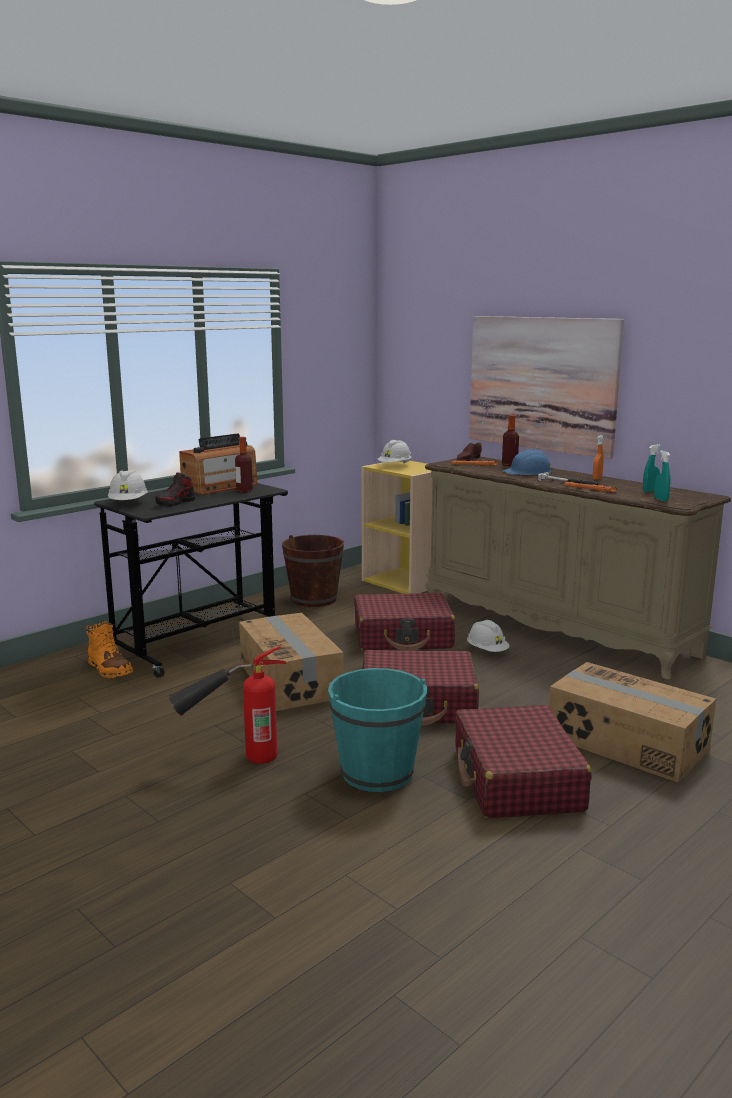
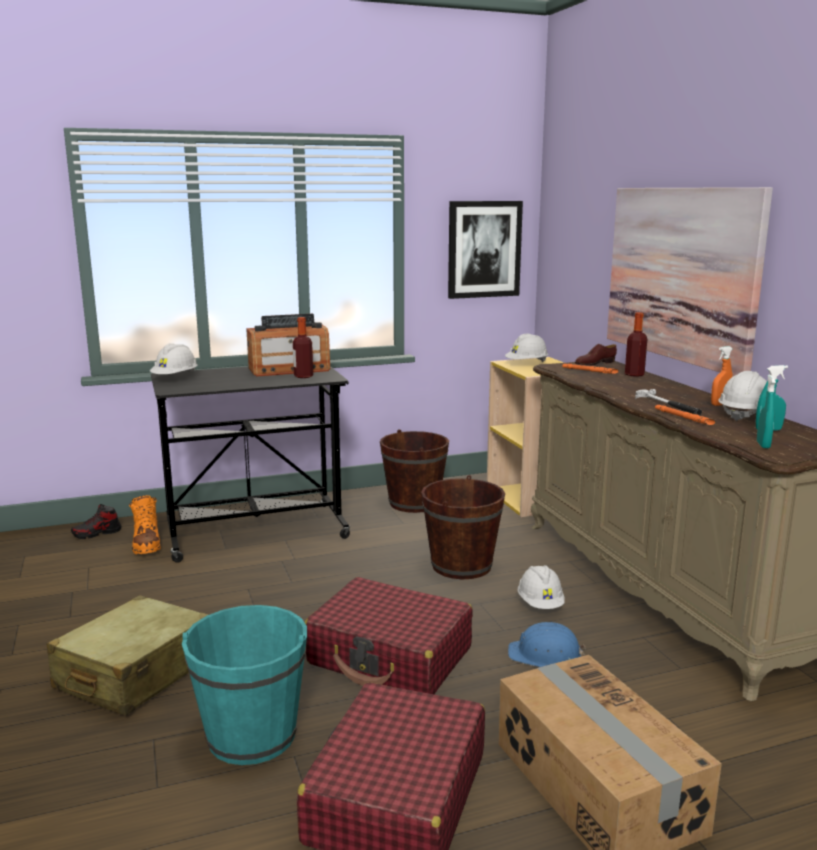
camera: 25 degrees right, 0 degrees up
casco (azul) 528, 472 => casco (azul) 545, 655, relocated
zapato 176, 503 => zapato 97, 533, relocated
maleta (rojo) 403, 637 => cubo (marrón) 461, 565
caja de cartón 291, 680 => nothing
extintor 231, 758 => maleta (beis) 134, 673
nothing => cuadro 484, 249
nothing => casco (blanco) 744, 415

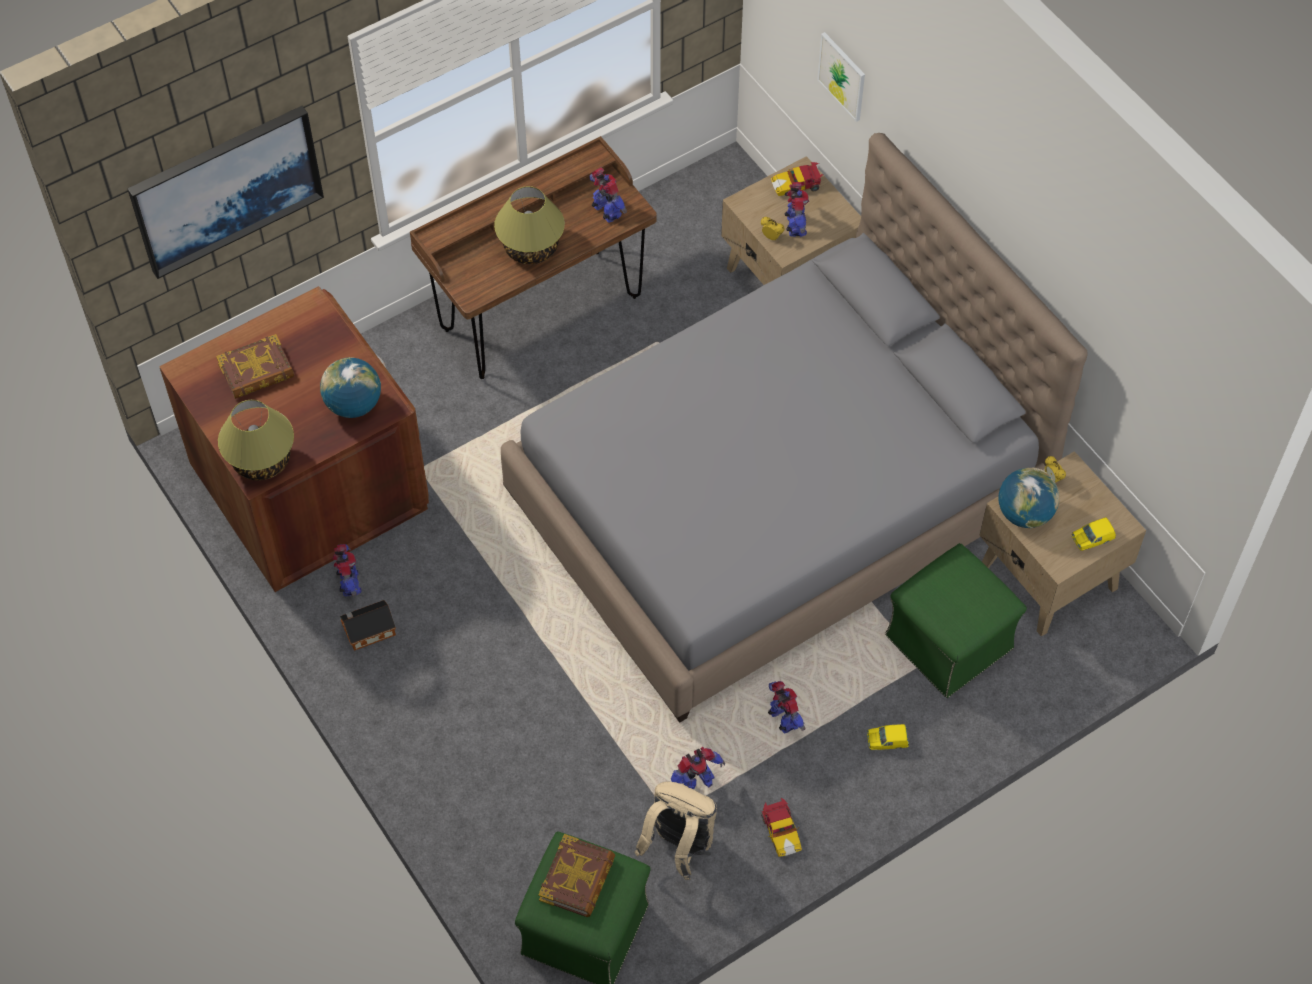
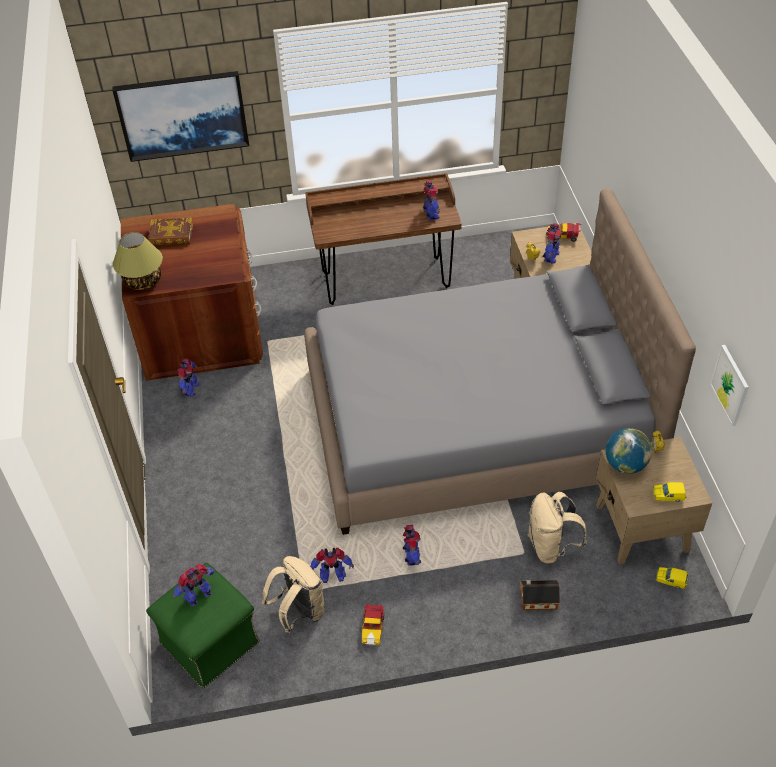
camera: 25 degrees right, 10 degrees down
cuadro 842, 76 => cuadro 730, 385, relocated
lámpara de mesa 531, 248 => nothing
globo terráqueo 354, 405 => nothing
puf (verde) 950, 643 => mochila (beis) 551, 547
casita 367, 631 => casita 537, 599, relocated
coche de juguete (amarillo) 887, 741 => coche de juguete (amarillo) 670, 580, relocated
libro 577, 879 => robot de juguete 199, 596

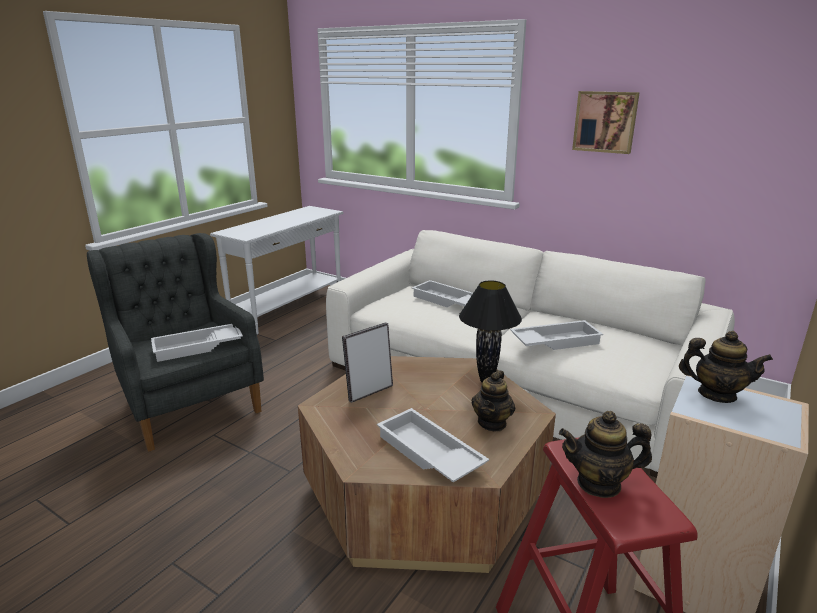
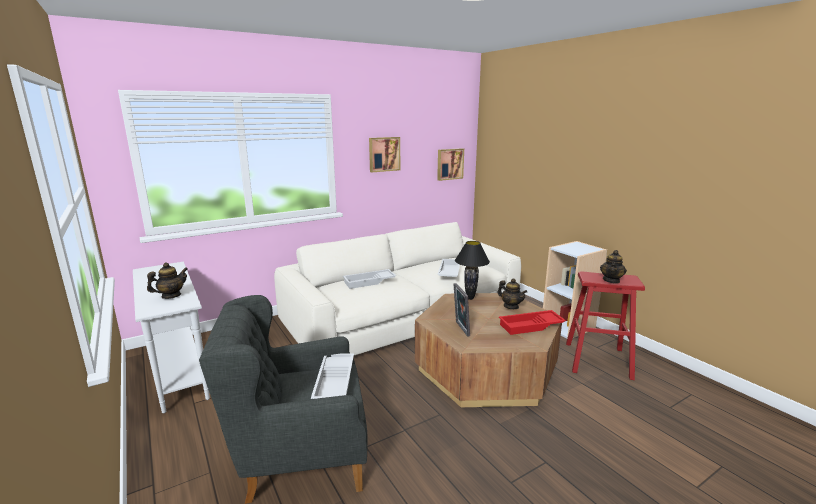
camera: 65 degrees left, 5 degrees down
tetera 716, 394 => tetera 171, 296, relocated
bandeja (blanco) 428, 454 => bandeja (rojo) 531, 326
nothing => cuadro 449, 164

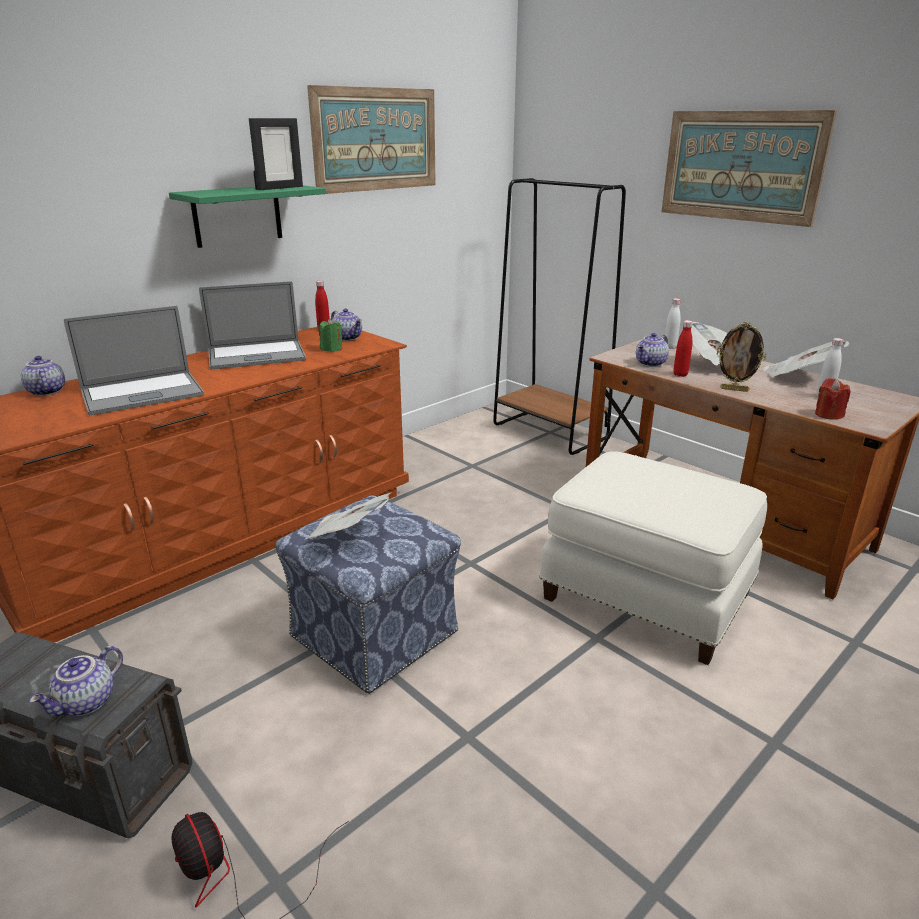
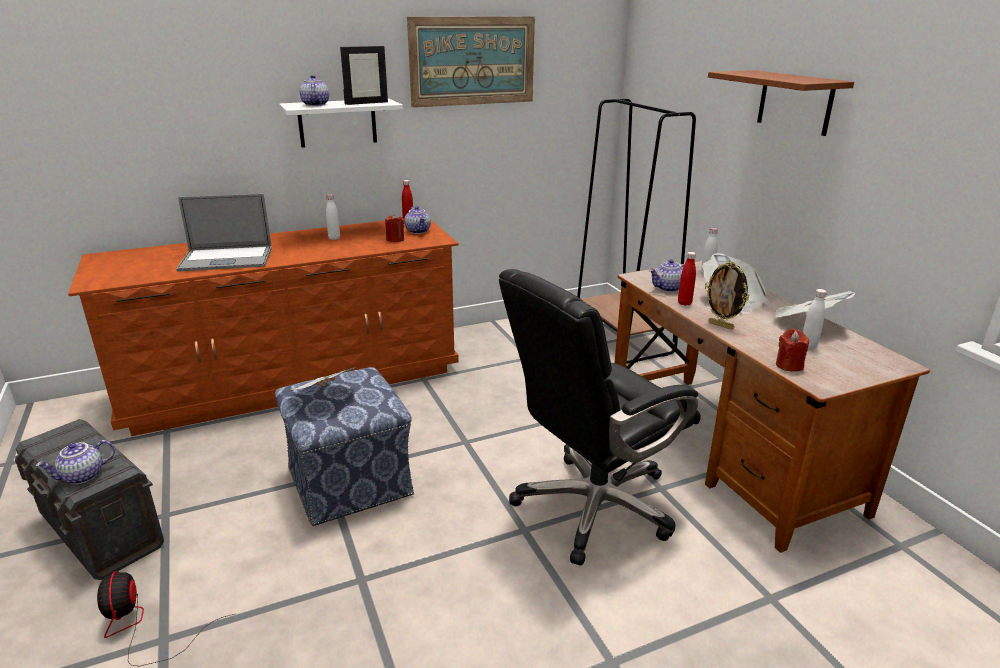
camera: 20 degrees right, 0 degrees up
cuadro 740, 166 => estante (marrón) 795, 102
estante (verde) 237, 215 => estante (blanco) 337, 123
portátil 256, 355 => botella (blanco) 334, 238
vela (verde) 331, 349 => vela (rojo) 395, 239
tetera 45, 392 => tetera 314, 105, relocated
puf (blanco) 644, 598 => silla de oficina (negro) 593, 506

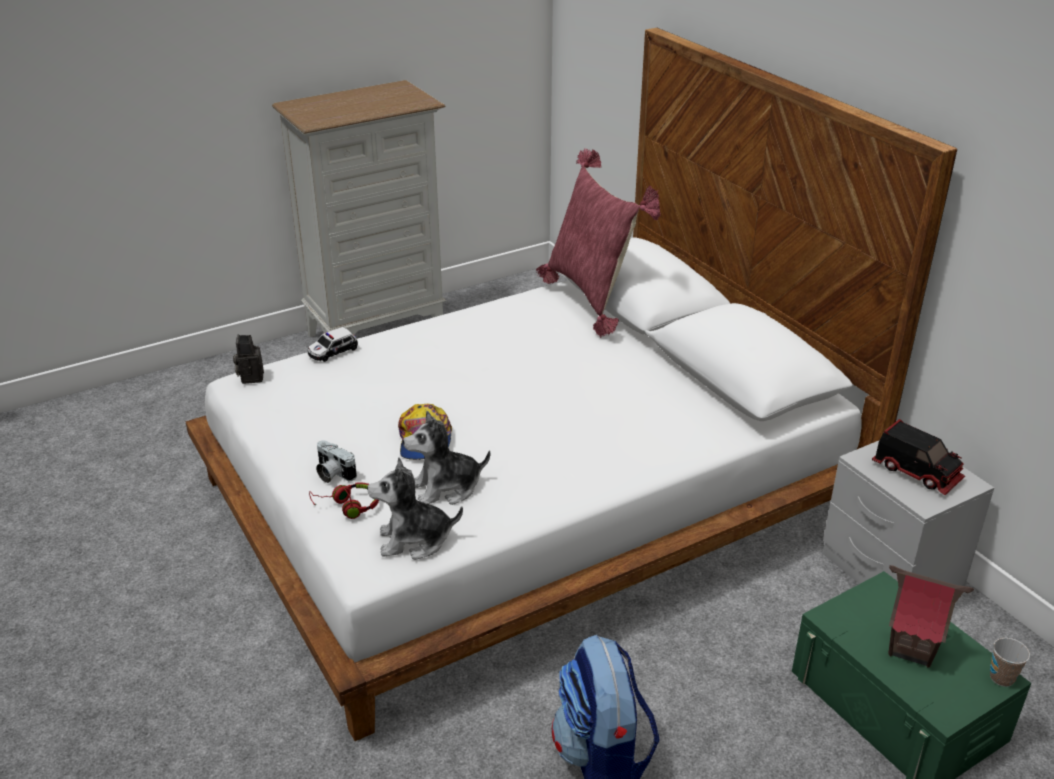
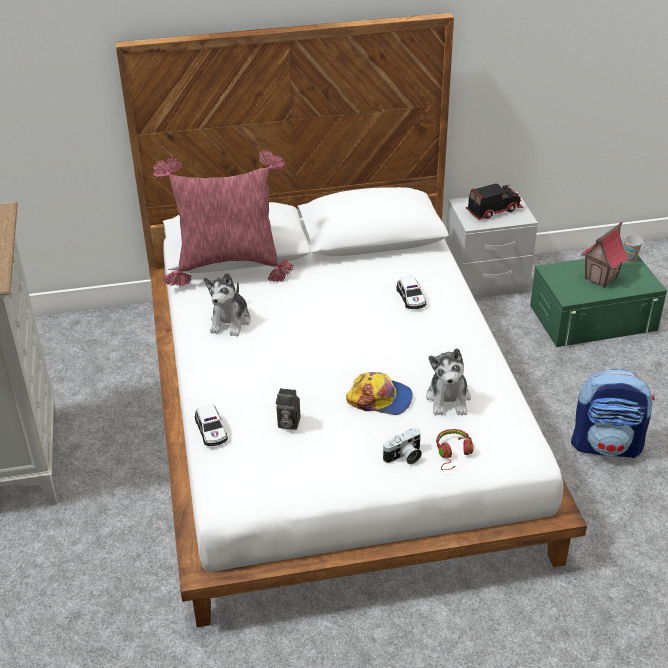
camera: 70 degrees left, 5 degrees up
cámara 250, 376 => cámara 287, 423, relocated
peluche 414, 540 => peluche 230, 321, relocated
nothing => coche de juguete 411, 298

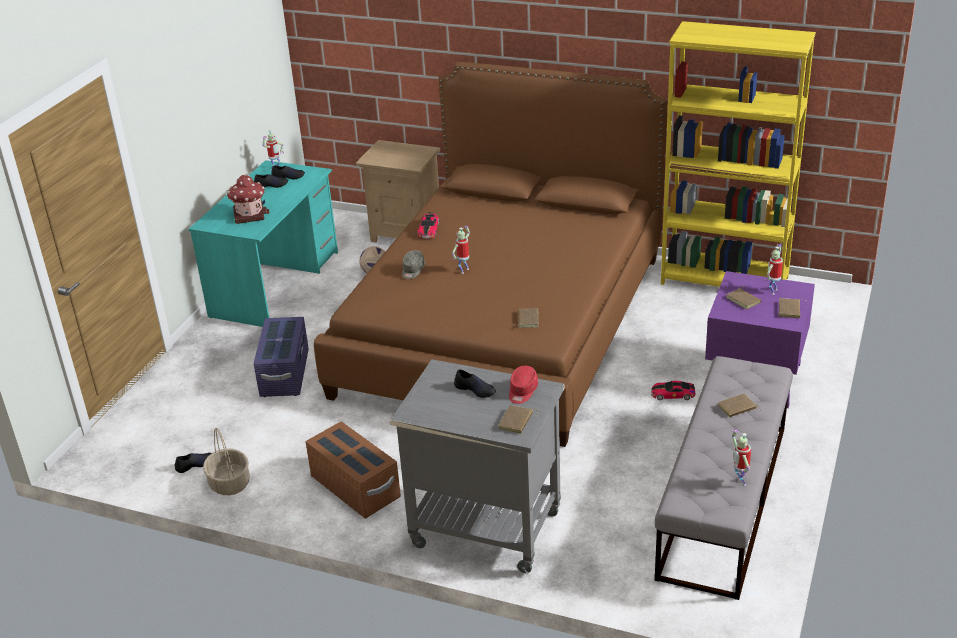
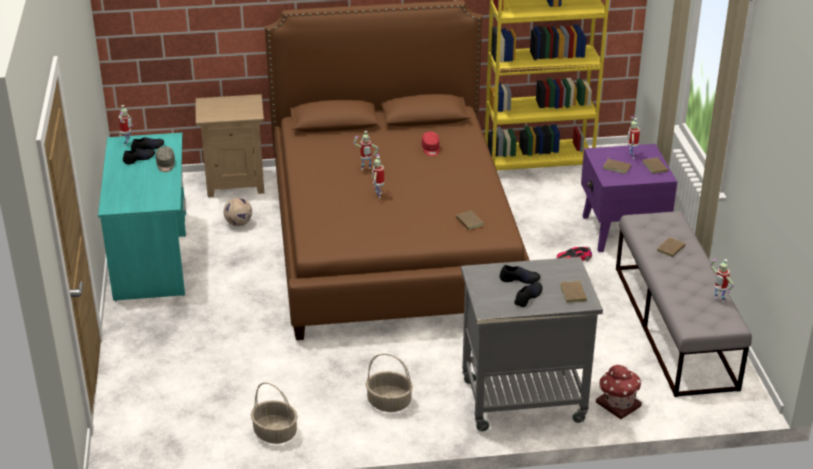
camera: 30 degrees left, 0 degrees up
casita 249, 214 => casita 617, 404, relocated
coche de juguete 428, 230 => nothing
gorra (gris) 412, 270 => gorra (gris) 165, 164, relocated
caja de almacenaje (morado) 285, 374 => nothing
gorra (rojo) 522, 391 => gorra (rojo) 430, 149, relocated
caja de almacenaje (marrón) 355, 487 => cesta 388, 402
zapato (negro) 195, 464 => zapato (negro) 527, 297, relocated
nothing => robot de juguete 366, 169

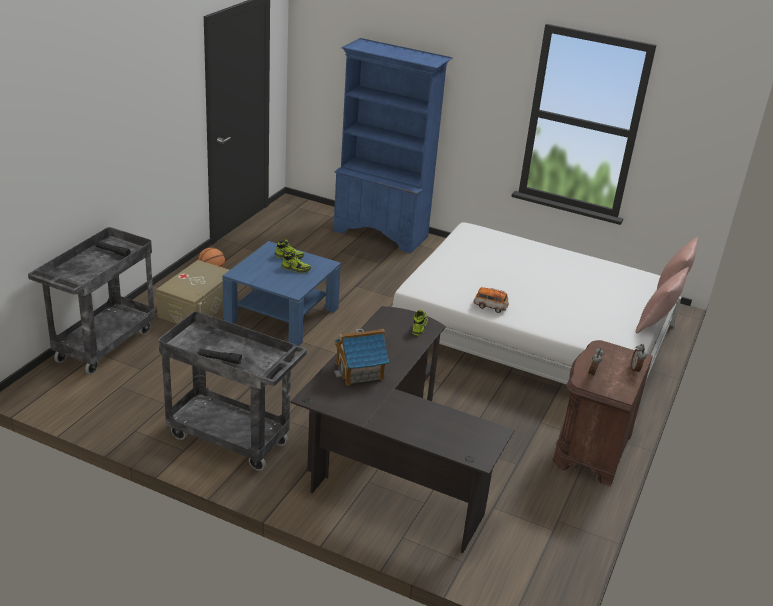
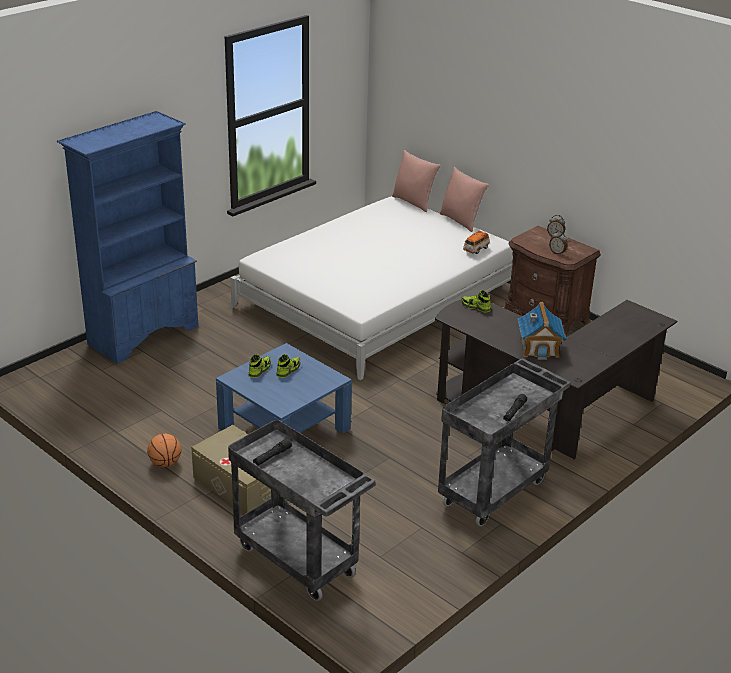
camera: 70 degrees left, 0 degrees up
coche de juguete 490, 307 => coche de juguete 476, 249, relocated

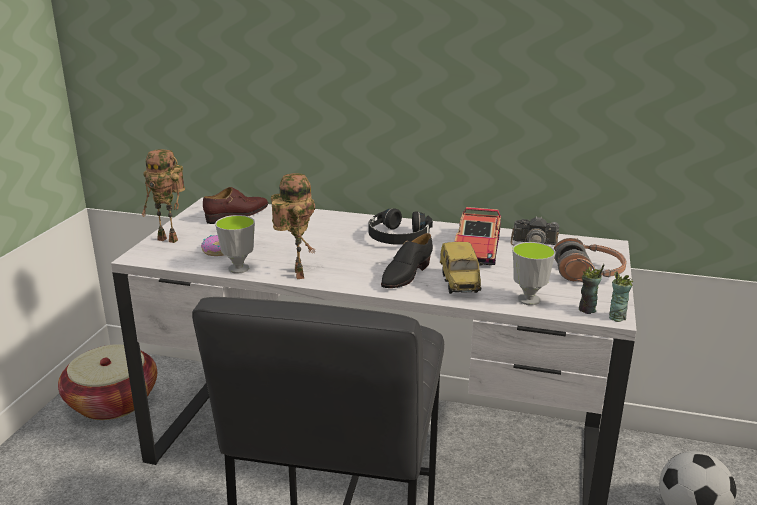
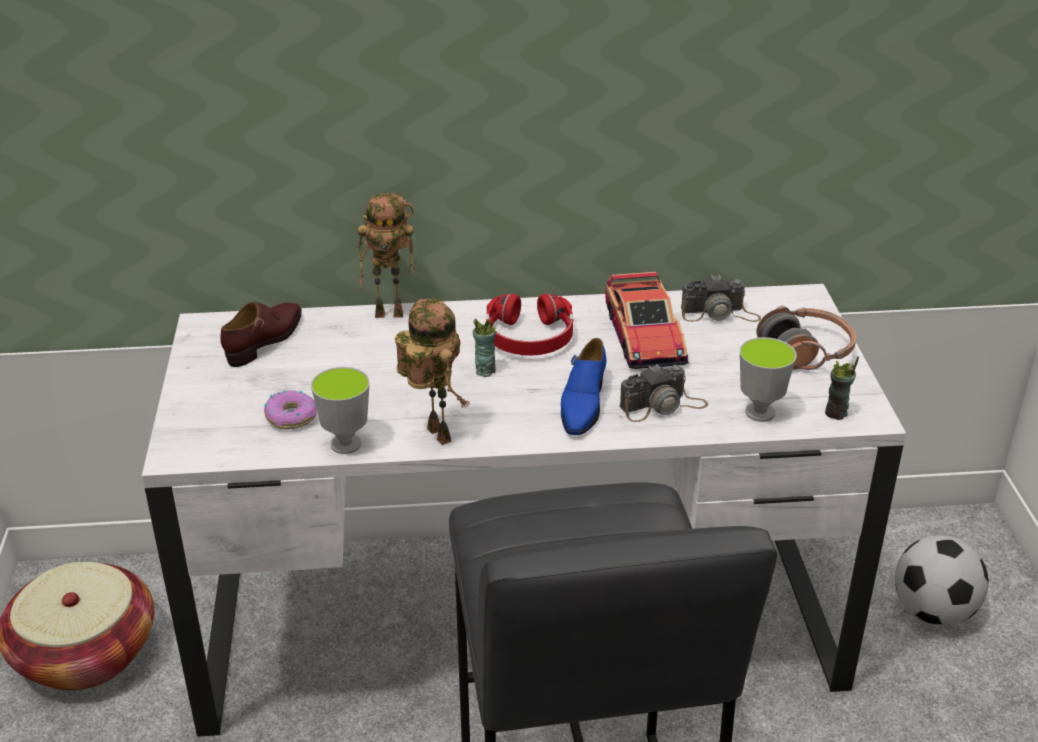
camera: 20 degrees left, 10 degrees up
robot de juguete 170, 239 => robot de juguete 391, 313, relocated
auriculares (negro) 398, 237 => auriculares (rojo) 529, 337
zapato (negro) 405, 275 => zapato (azul) 582, 404
coche de juguete 461, 284 => cámara 663, 406
taza 616, 317 => taza 484, 370, relocated

